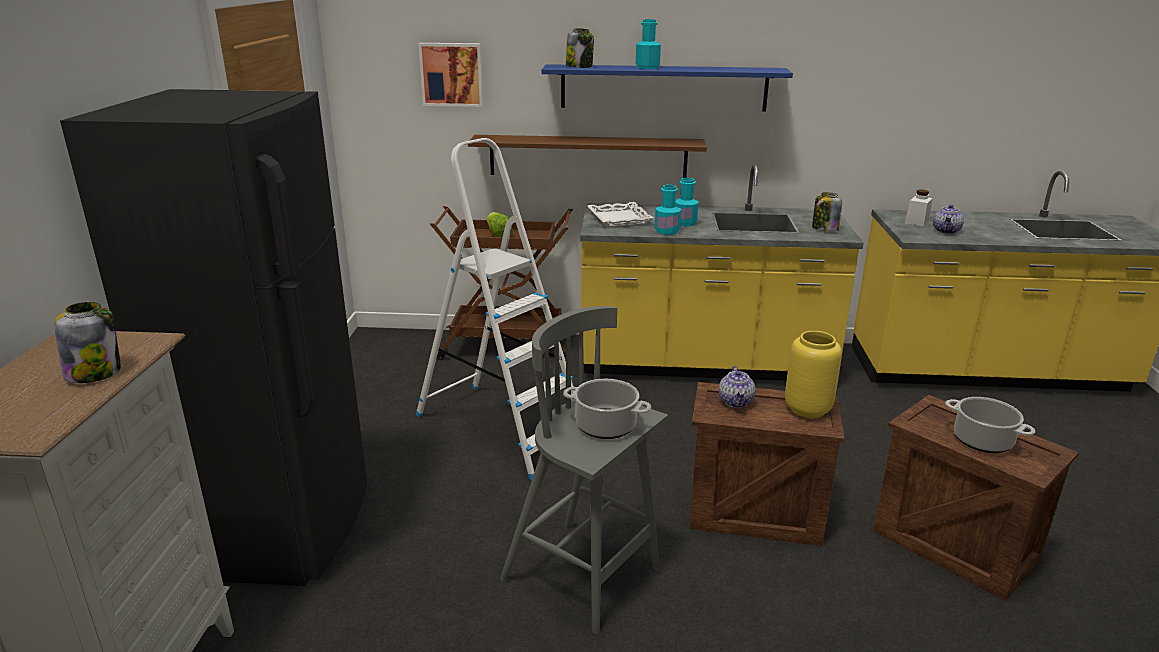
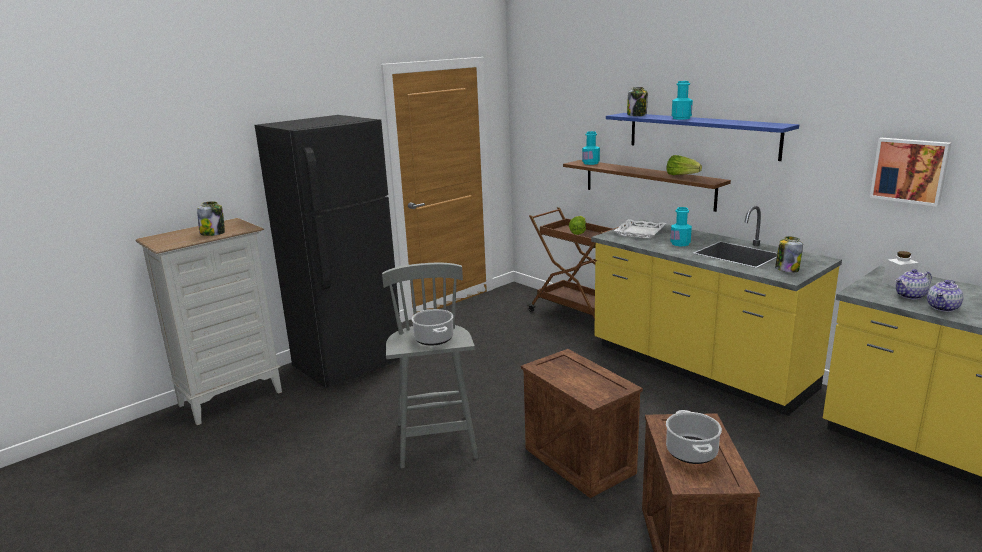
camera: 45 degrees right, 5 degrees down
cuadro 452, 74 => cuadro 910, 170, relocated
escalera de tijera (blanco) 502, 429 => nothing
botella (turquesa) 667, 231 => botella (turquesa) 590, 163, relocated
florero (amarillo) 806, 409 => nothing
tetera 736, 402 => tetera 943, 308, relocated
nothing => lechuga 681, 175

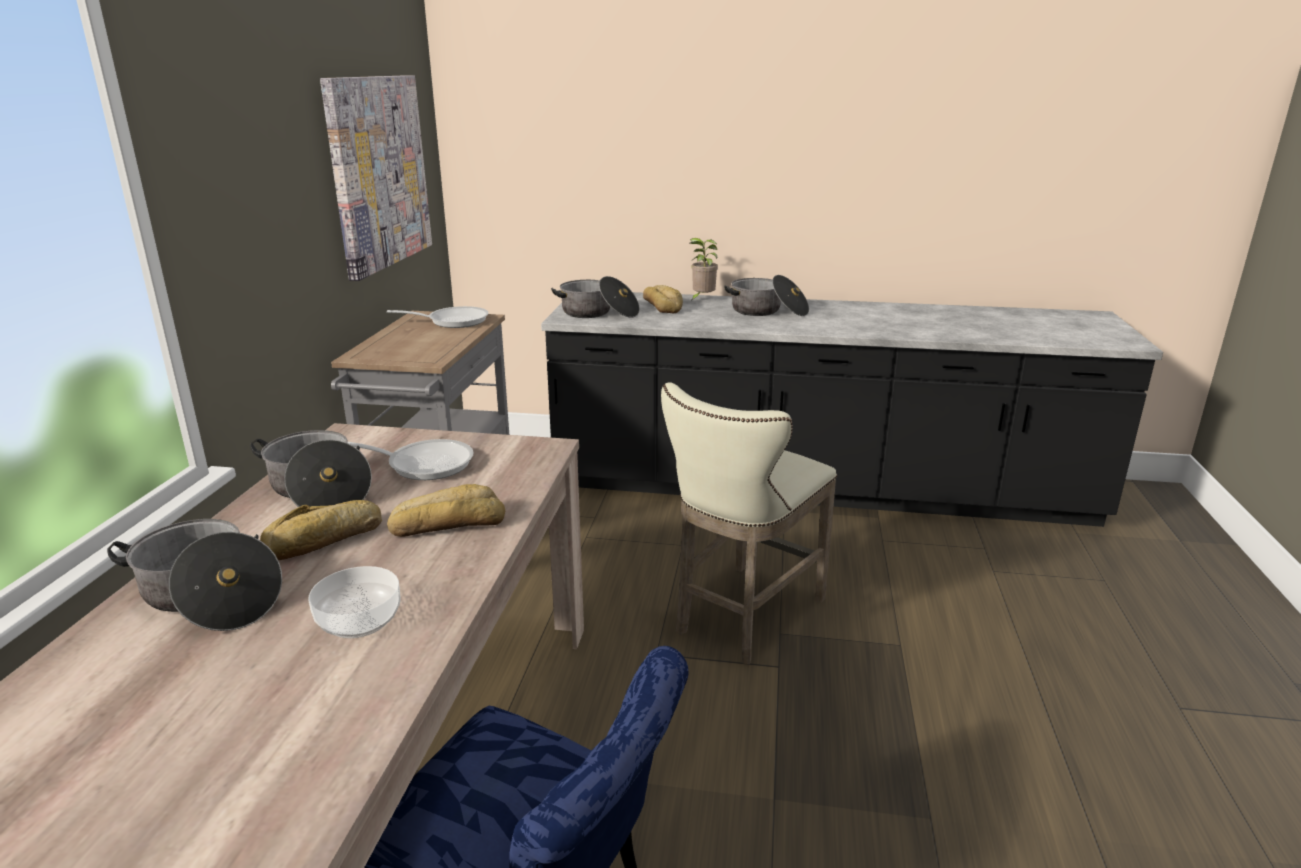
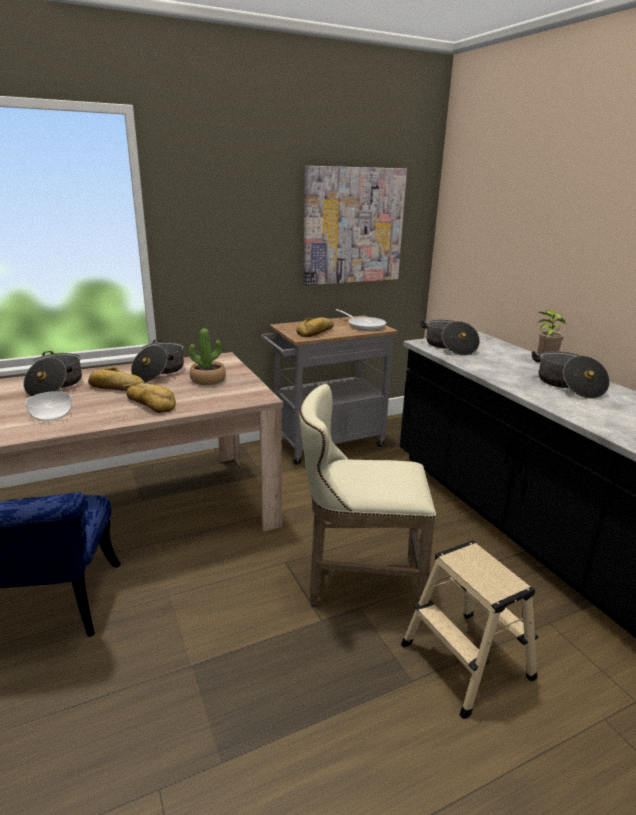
camera: 55 degrees right, 0 degrees up
pan 662, 305 => pan 316, 332, relocated
sartén 424, 464 => planta en maceta 208, 380
nothing => escalera de tijera (beis) 467, 661

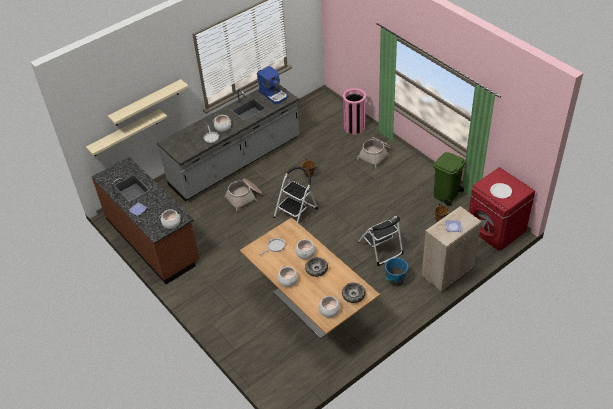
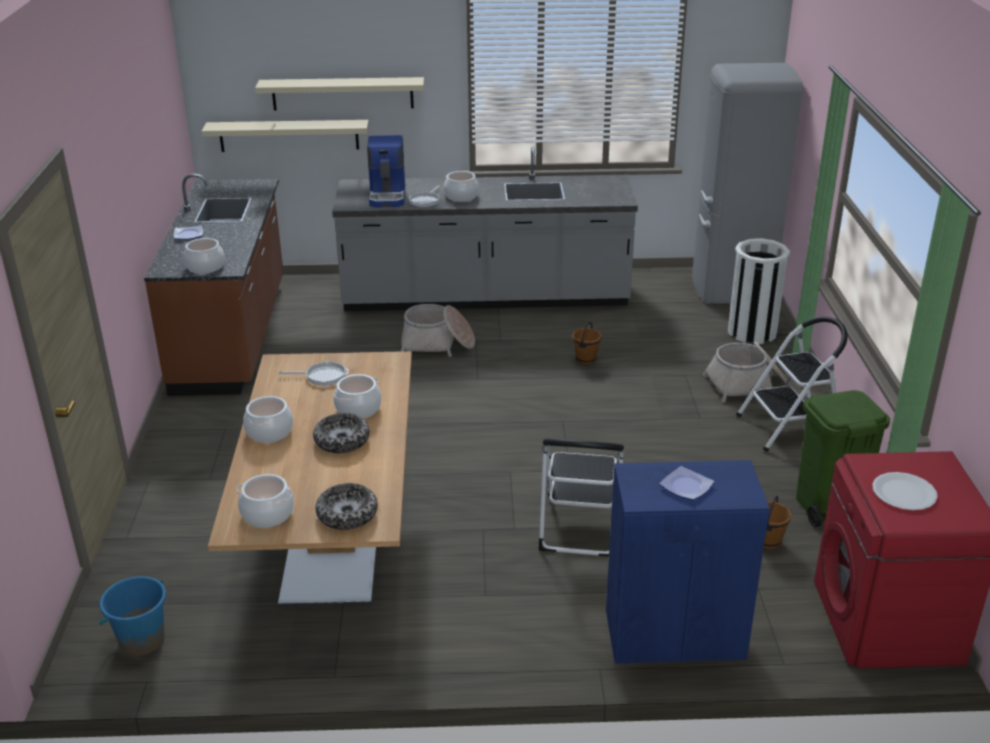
camera: 35 degrees right, 15 degrees down
cafetera 273, 94 => cafetera 388, 195, relocated
papelera (rosa) 354, 127 => papelera (blanco) 752, 332
escalera de tijera 297, 212 => escalera de tijera 792, 427, relocated
armario (beis) 447, 274 => armario (azul) 672, 643
cubo (azul) 395, 280 => cubo (azul) 142, 640, relocated
nothing => nevera (gris) 729, 289

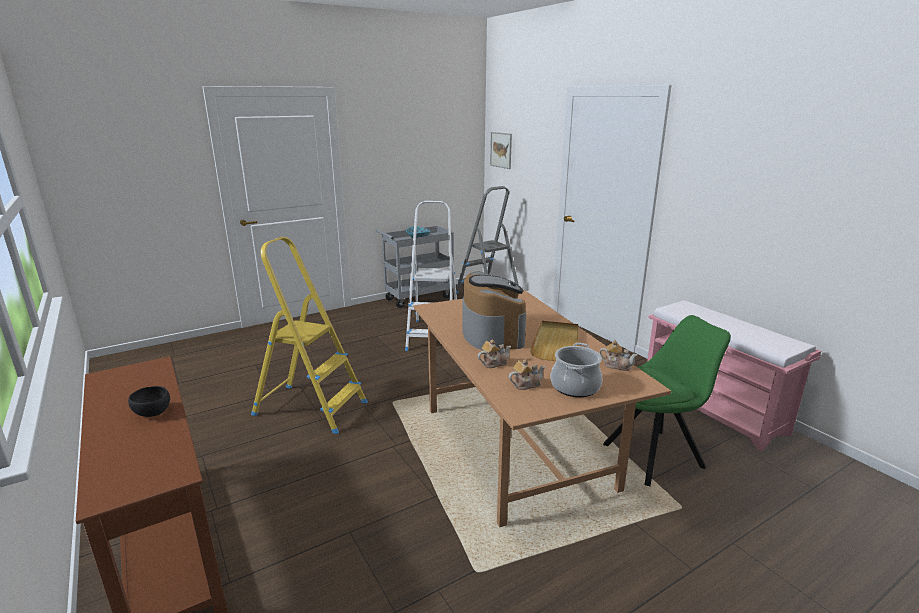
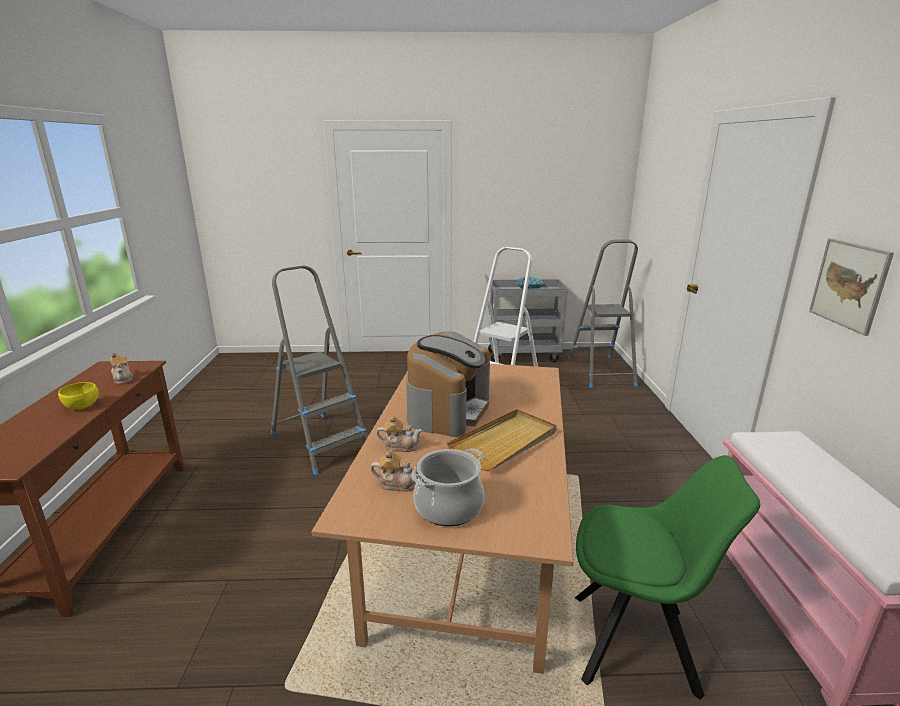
camera: 30 degrees right, 0 degrees up
cuadro 501, 150 => cuadro 849, 284, relocated
escalera de tijera (amarillo) 311, 408 => escalera de tijera (gris) 320, 442
tetera 617, 365 => tetera 123, 379, relocated
cuenco (negro) 153, 413 => cuenco (amarillo) 82, 406

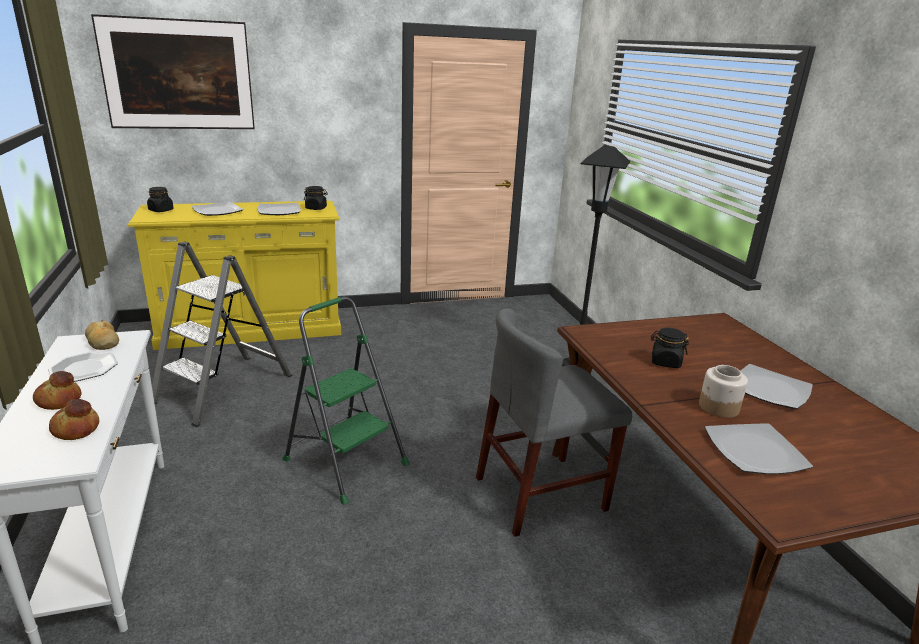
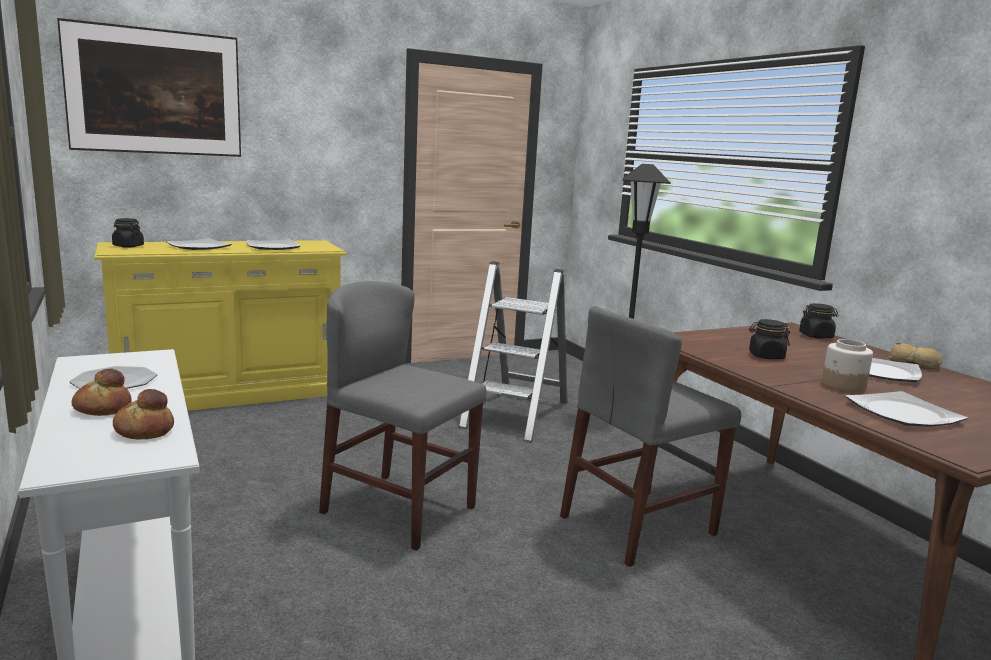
camera: 10 degrees left, 10 degrees down
tarro (negro) 316, 208 => tarro (negro) 816, 336, relocated
escalera de tijera (gris) 225, 387 => escalera de tijera (gris) 517, 413, relocated
escalera de tijera (verde) 344, 459 => silla (gris) 399, 510
pan 103, 342 => pan 914, 364, relocated

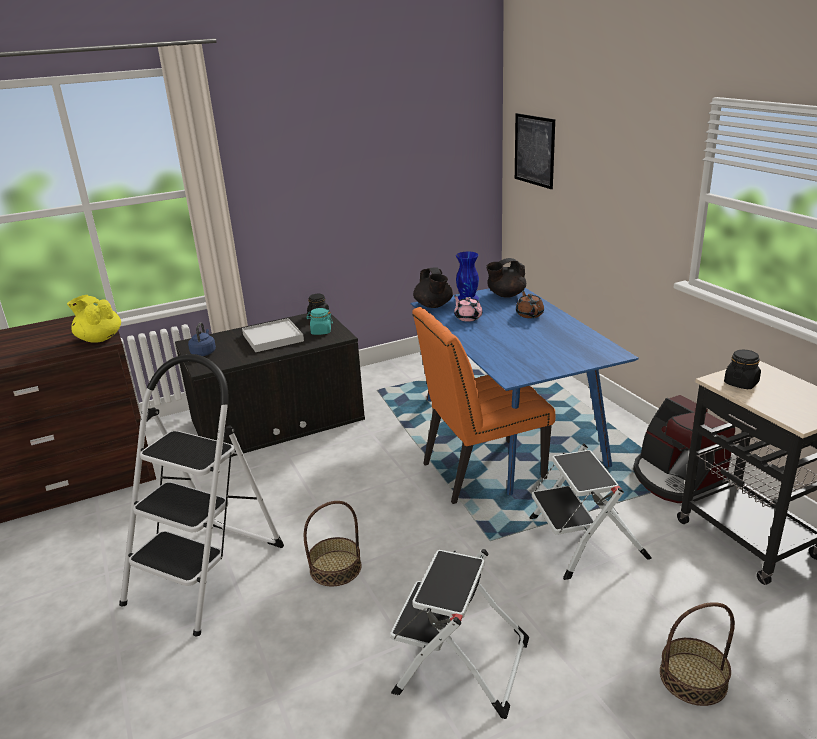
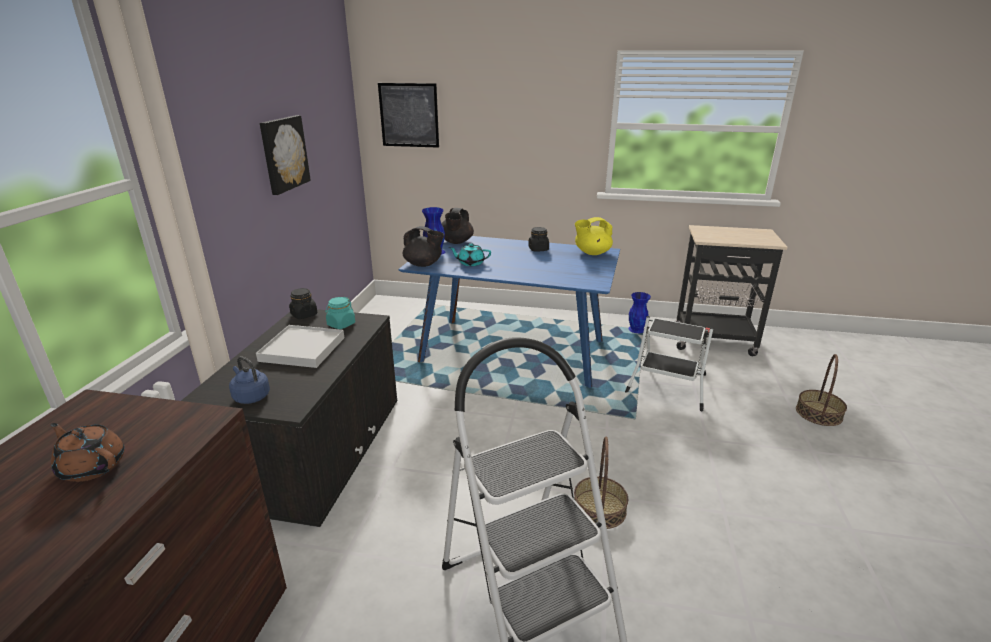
camera: 55 degrees left, 0 degrees up
tetera (marrón) 529, 314 => tetera (marrón) 92, 466, relocated
tetera (amarillo) 99, 338 => tetera (amarillo) 592, 253, relocated
tetera (rosa) 468, 317 => tetera (turquesa) 470, 263
silla (naranja) 484, 470 => nothing
tarro (negro) 741, 383 => tarro (negro) 538, 249, relocated
cafetera 676, 478 => florero (azul) 636, 330
escalera de tijera 460, 660 => nothing
nothing => cuadro 283, 154

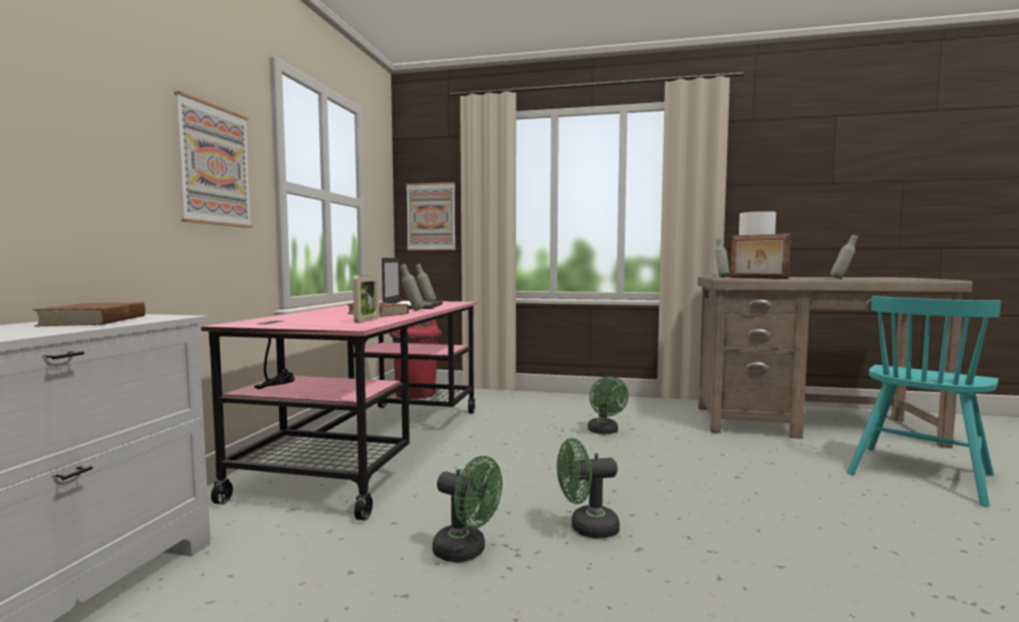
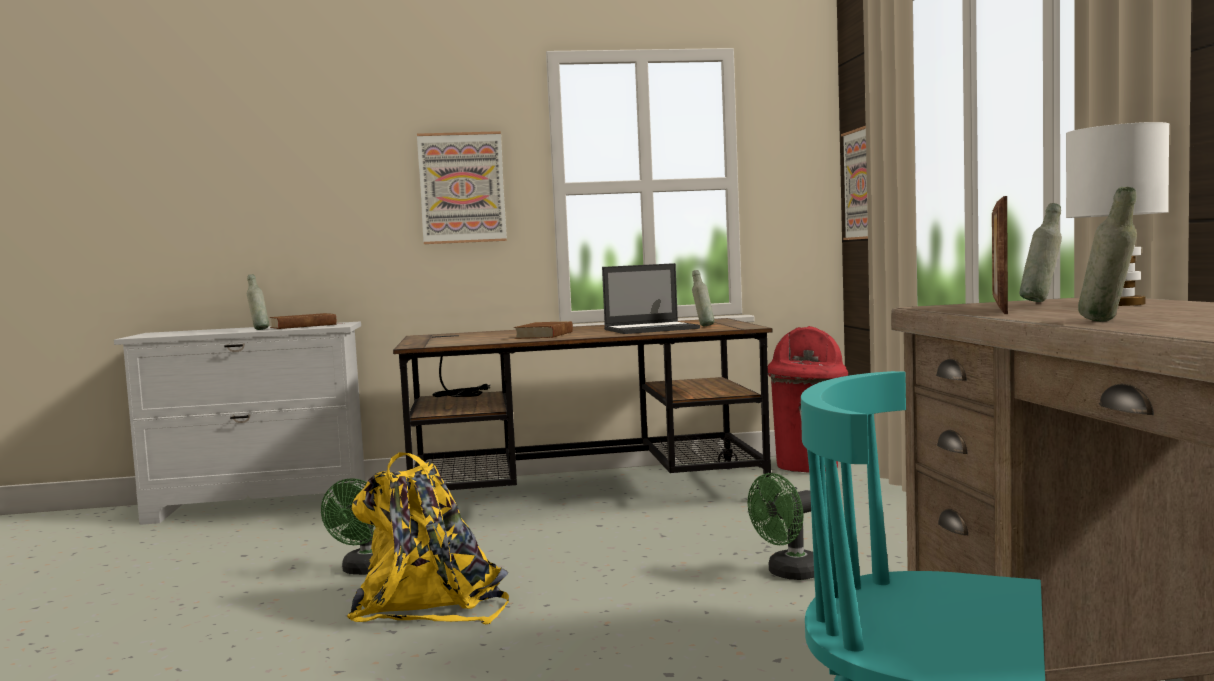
camera: 70 degrees right, 0 degrees up
botella (gris) 412, 310 => botella (gris) 259, 329, relocated
portarretratos 367, 321 => nothing
escritorio (rosa) 375, 447 => escritorio (marrón) 585, 496
ventilador (verde) 586, 528 => mochila (amarillo) 430, 604

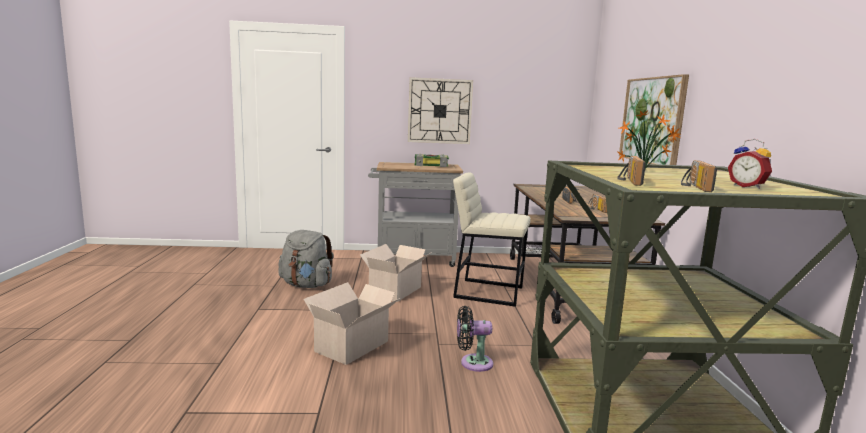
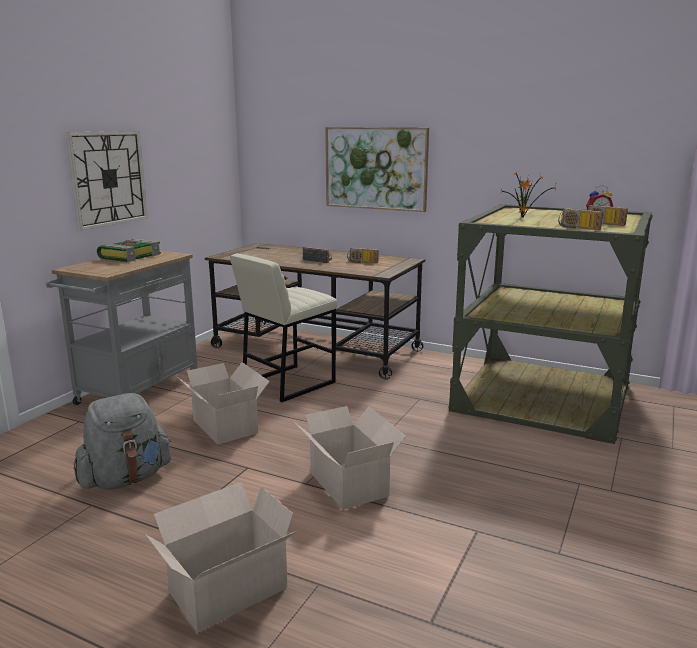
camera: 60 degrees left, 5 degrees up
ventilador (negro) 473, 363 => nothing
nothing => caja de cartón 225, 591

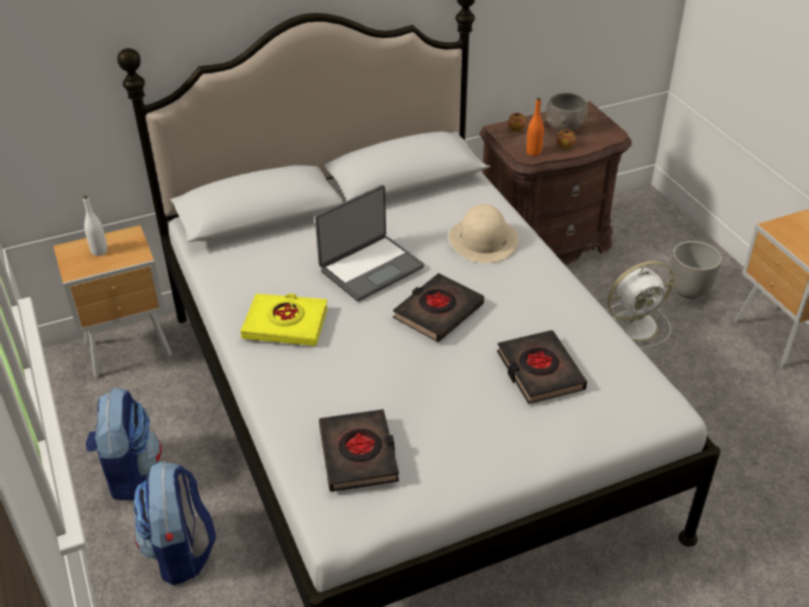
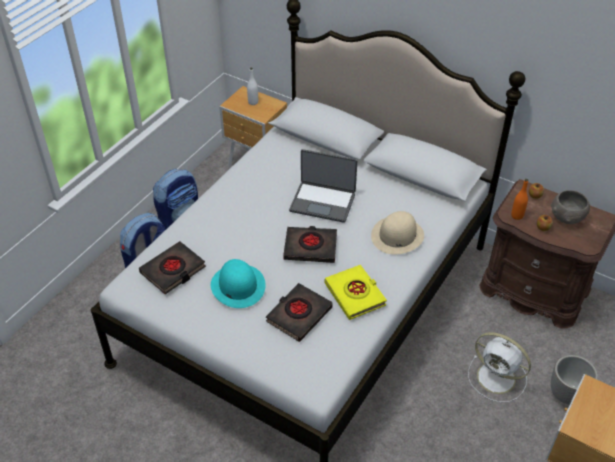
camera: 55 degrees right, 5 degrees up
libro (amarillo) 286, 324 => libro (amarillo) 355, 294, relocated
nothing => sombrero (turquesa) 237, 285

